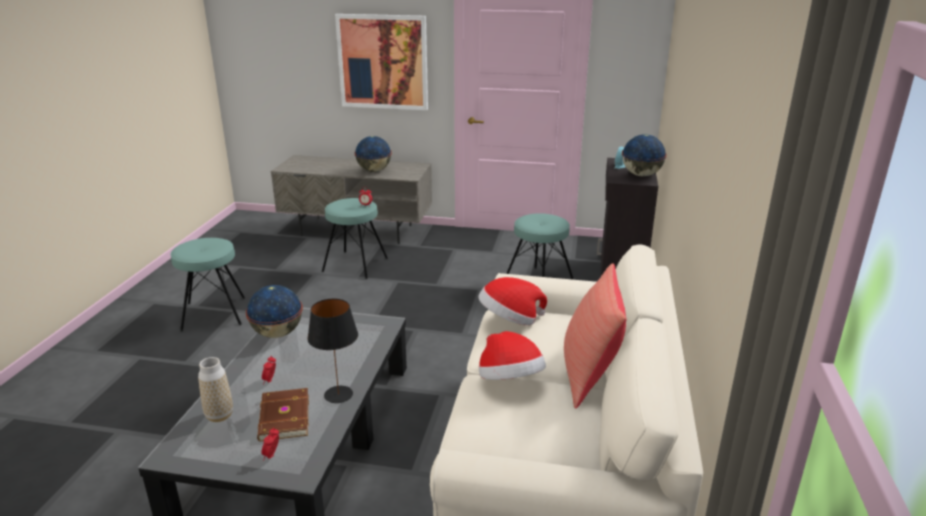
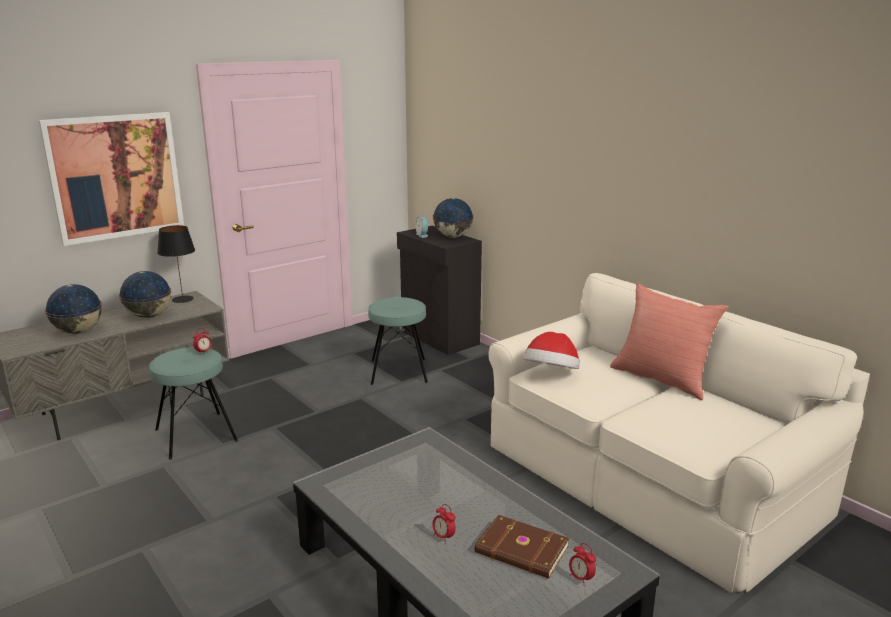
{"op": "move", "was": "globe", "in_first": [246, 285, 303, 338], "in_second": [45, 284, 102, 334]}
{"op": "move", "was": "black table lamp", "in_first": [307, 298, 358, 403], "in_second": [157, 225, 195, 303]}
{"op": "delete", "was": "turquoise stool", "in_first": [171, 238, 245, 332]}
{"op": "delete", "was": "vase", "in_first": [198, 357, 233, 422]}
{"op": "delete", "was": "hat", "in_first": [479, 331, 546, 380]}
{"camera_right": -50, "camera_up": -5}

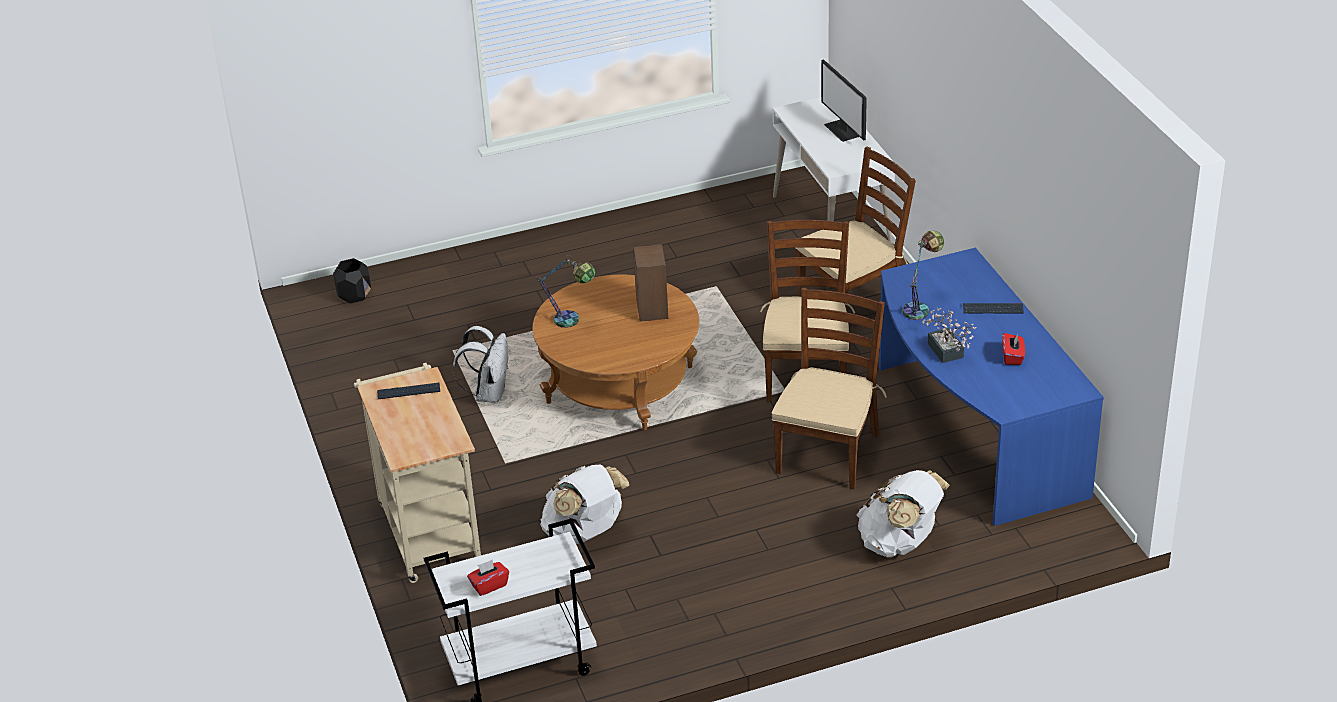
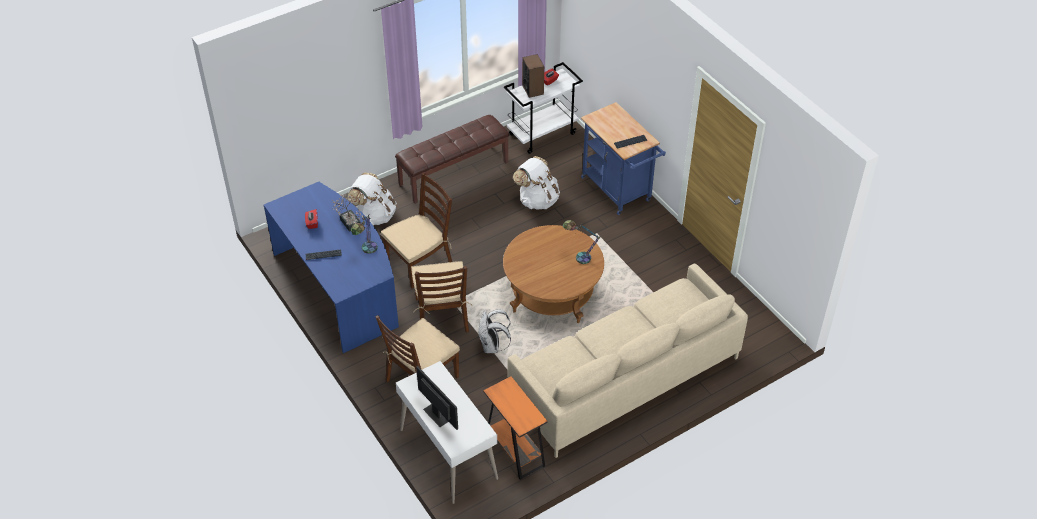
{"op": "rotate", "was": "brown chair", "in_first": [772, 288, 887, 489], "in_second": [381, 173, 452, 289], "clockwise": -135}
{"op": "insert", "now": "brown bench", "in_second": [395, 115, 509, 203]}
{"op": "move", "was": "white backpack", "in_first": [452, 326, 509, 404], "in_second": [478, 309, 511, 353]}
{"op": "insert", "now": "orange side table", "in_second": [483, 376, 548, 480]}
{"op": "insert", "now": "beige sofa", "in_second": [508, 264, 748, 458]}
{"op": "move", "was": "speaker", "in_first": [633, 244, 668, 321], "in_second": [522, 54, 544, 98]}
{"op": "recolor", "was": "beige cart", "now": "blue cart", "in_first": [354, 363, 481, 583], "in_second": [581, 102, 666, 215]}
{"op": "delete", "was": "black planter", "in_first": [333, 258, 371, 303]}
{"camera_right": 165, "camera_up": 10}

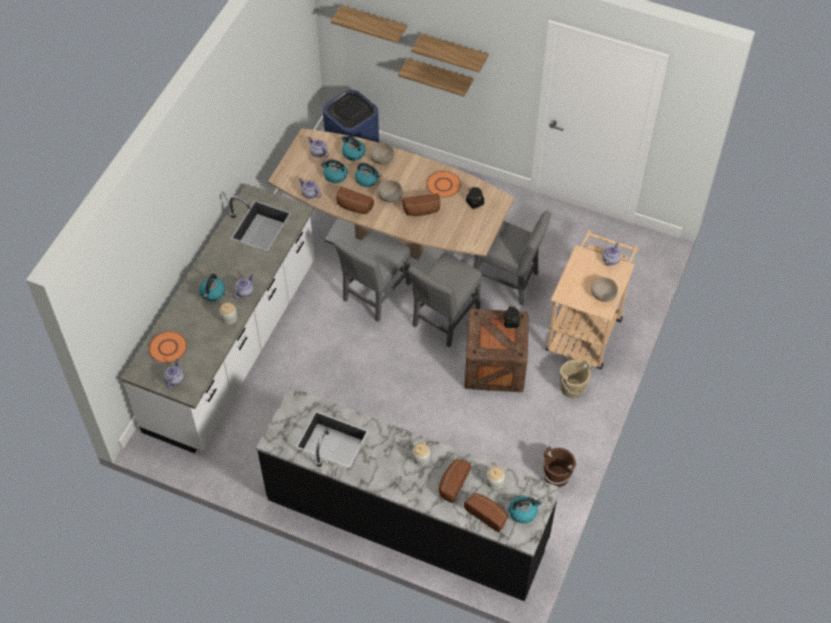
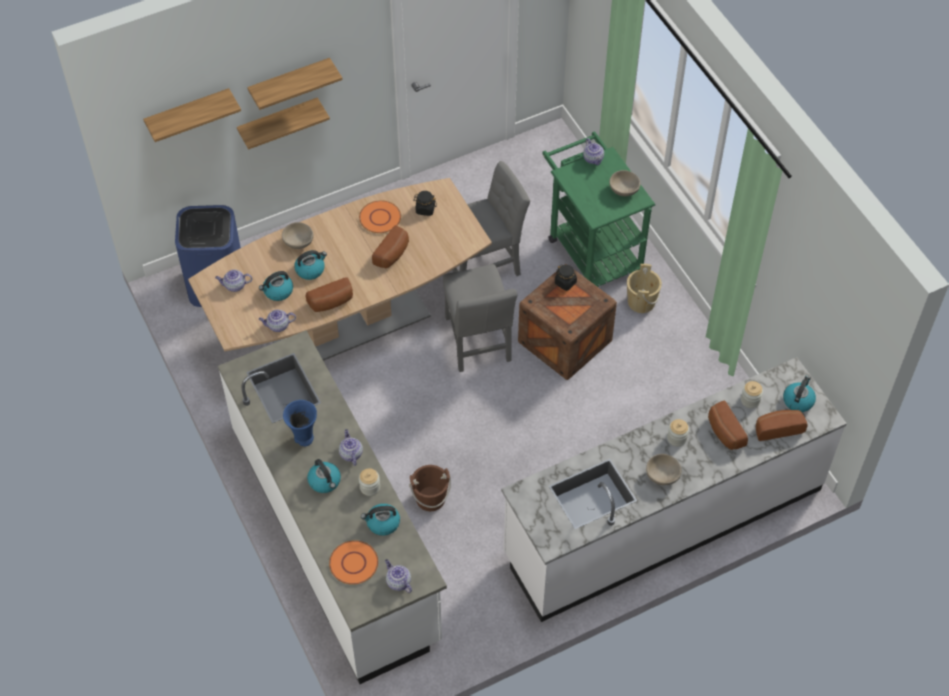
{"op": "insert", "now": "blue vase", "in_second": [283, 400, 317, 446]}
{"op": "move", "was": "kettle", "in_first": [342, 136, 366, 161], "in_second": [361, 504, 400, 536]}
{"op": "move", "was": "brown bucket", "in_first": [542, 446, 577, 487], "in_second": [409, 465, 451, 511]}
{"op": "recolor", "was": "black counter", "now": "white counter", "in_first": [256, 387, 561, 602], "in_second": [501, 357, 847, 622]}
{"op": "recolor", "was": "beige cart", "now": "green cart", "in_first": [546, 230, 638, 369], "in_second": [542, 131, 655, 287]}
{"op": "move", "was": "beige bowl", "in_first": [377, 180, 402, 203], "in_second": [646, 454, 682, 485]}
{"op": "delete", "was": "grey chair", "in_first": [334, 230, 411, 322]}
{"camera_right": -50, "camera_up": 0}

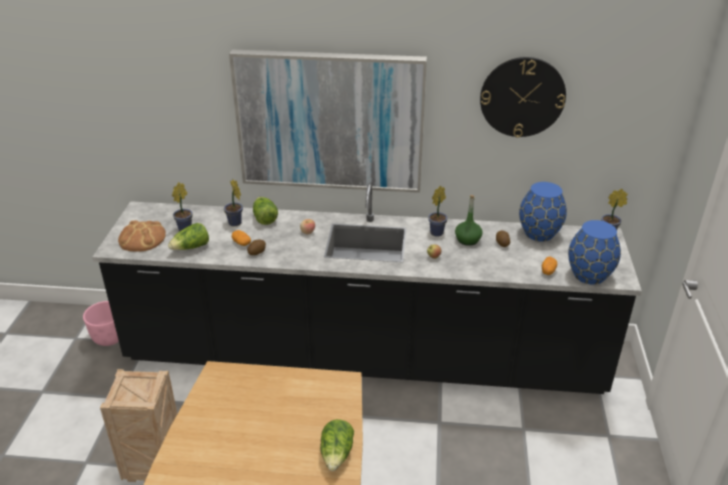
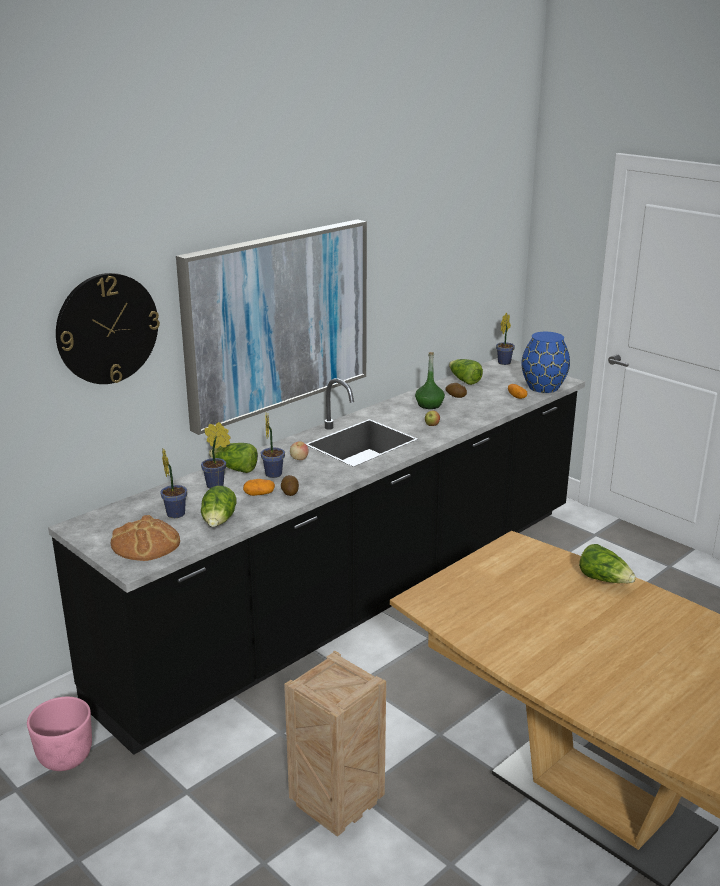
{"op": "move", "was": "wall clock", "in_first": [480, 57, 566, 138], "in_second": [56, 273, 160, 384]}
{"op": "move", "was": "potted plant", "in_first": [428, 185, 448, 237], "in_second": [260, 413, 285, 478]}
{"op": "replace", "was": "blue vase", "now": "lettuce", "in_first": [519, 182, 567, 241], "in_second": [449, 359, 483, 385]}
{"camera_right": -50, "camera_up": -10}

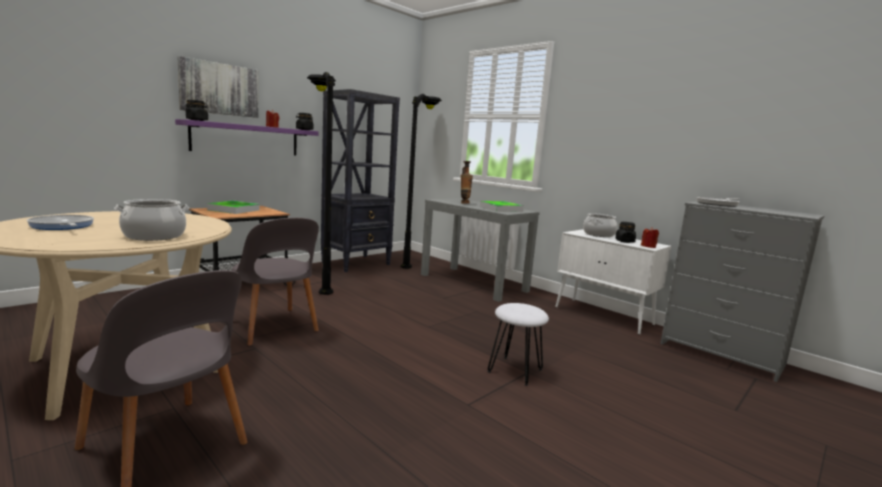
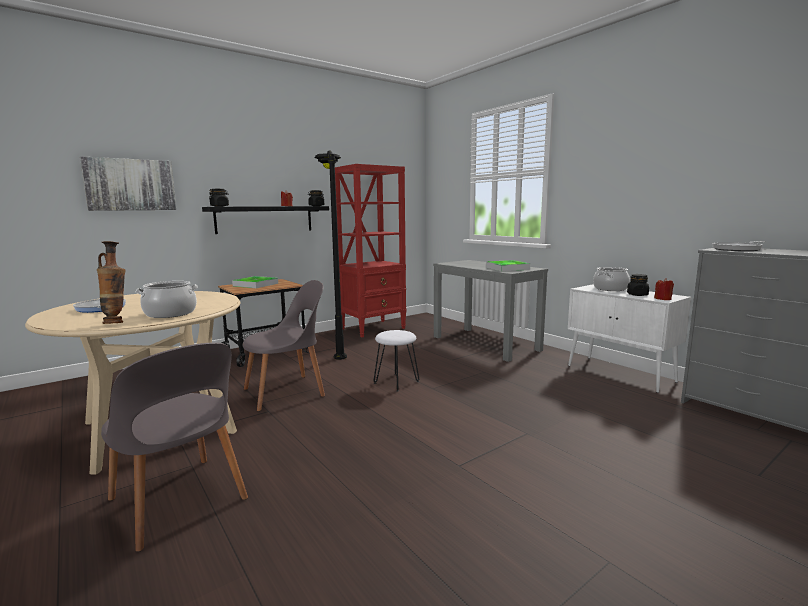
{"op": "move", "was": "picture", "in_first": [178, 56, 259, 118], "in_second": [80, 156, 177, 211]}
{"op": "move", "was": "vase", "in_first": [461, 161, 473, 204], "in_second": [97, 241, 126, 324]}
{"op": "recolor", "was": "purple shelf", "now": "black shelf", "in_first": [175, 119, 318, 156], "in_second": [202, 206, 329, 234]}
{"op": "rotate", "was": "grey chair", "in_first": [232, 218, 319, 346], "in_second": [242, 280, 325, 411], "clockwise": -90}
{"op": "recolor", "was": "black bookcase", "now": "red bookcase", "in_first": [321, 89, 400, 272], "in_second": [335, 164, 406, 337]}
{"op": "move", "was": "white stool", "in_first": [488, 303, 549, 386], "in_second": [374, 330, 419, 392]}
{"op": "delete", "was": "black floor lamp", "in_first": [401, 94, 442, 269]}
{"camera_right": 10, "camera_up": 0}

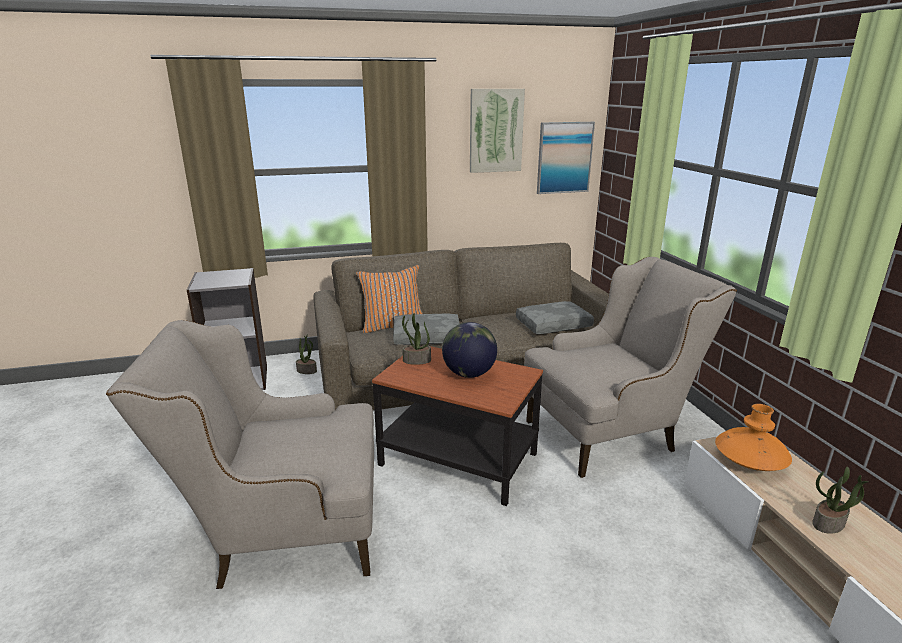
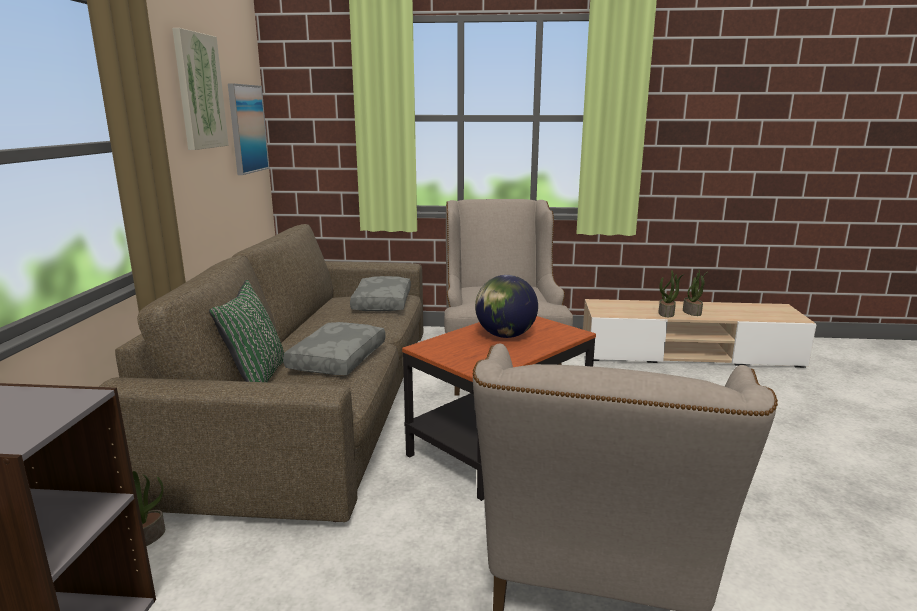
{"op": "recolor", "was": "orange pillow", "now": "green pillow", "in_first": [356, 265, 423, 333], "in_second": [209, 280, 285, 382]}
{"op": "move", "was": "potted plant", "in_first": [402, 313, 431, 365], "in_second": [658, 270, 684, 317]}
{"op": "delete", "was": "orange vase", "in_first": [715, 404, 792, 471]}
{"camera_right": -70, "camera_up": -5}

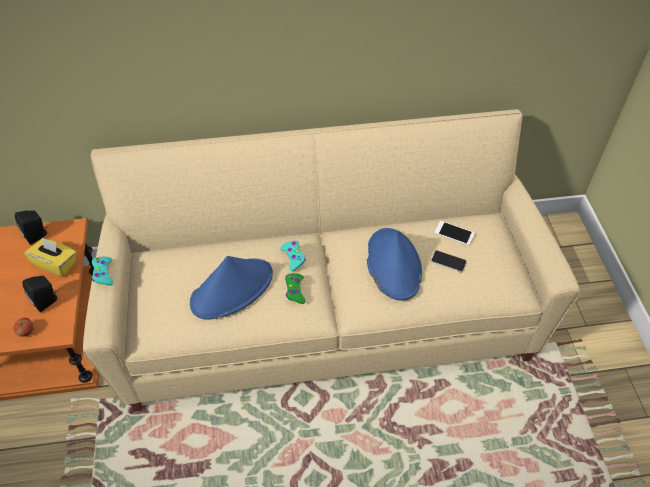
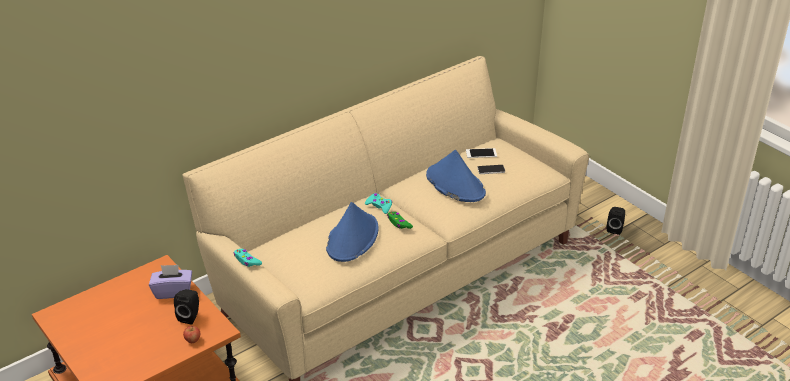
{"op": "recolor", "was": "yellow tissue box", "now": "purple tissue box", "in_first": [24, 237, 76, 277], "in_second": [149, 265, 192, 299]}
{"op": "move", "was": "black speaker", "in_first": [15, 210, 47, 245], "in_second": [606, 207, 625, 235]}
{"camera_right": -30, "camera_up": -15}

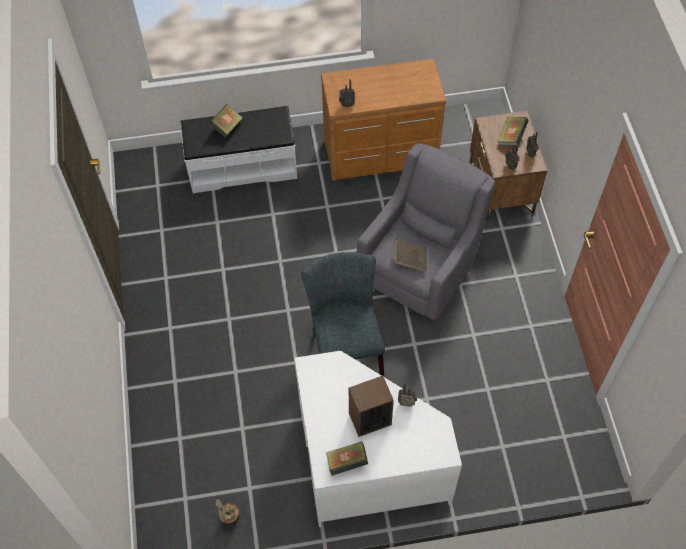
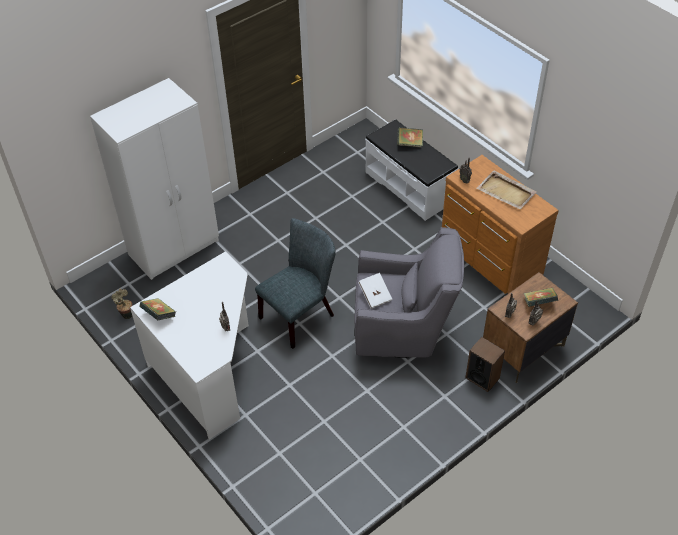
{"op": "insert", "now": "white wardrobe", "in_second": [90, 78, 219, 280]}
{"op": "recolor", "was": "brown book", "now": "white book", "in_first": [394, 239, 427, 272], "in_second": [358, 273, 393, 309]}
{"op": "move", "was": "speaker", "in_first": [349, 376, 394, 437], "in_second": [465, 337, 505, 392]}
{"op": "insert", "now": "beige tray", "in_second": [476, 170, 537, 210]}
{"camera_right": 60, "camera_up": -10}

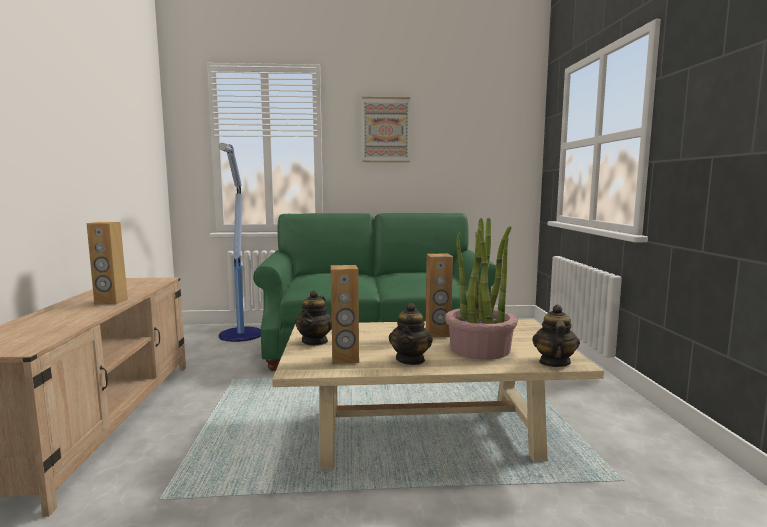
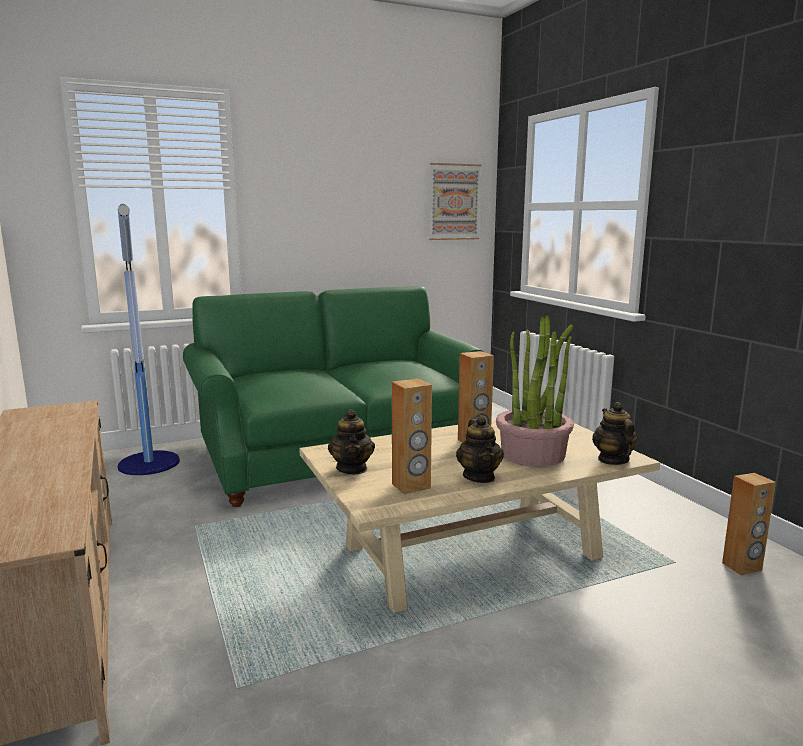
{"op": "move", "was": "picture", "in_first": [362, 97, 410, 162], "in_second": [429, 163, 481, 240]}
{"op": "move", "was": "brown speaker", "in_first": [87, 222, 128, 304], "in_second": [722, 473, 776, 575]}
{"camera_right": -20, "camera_up": 5}

